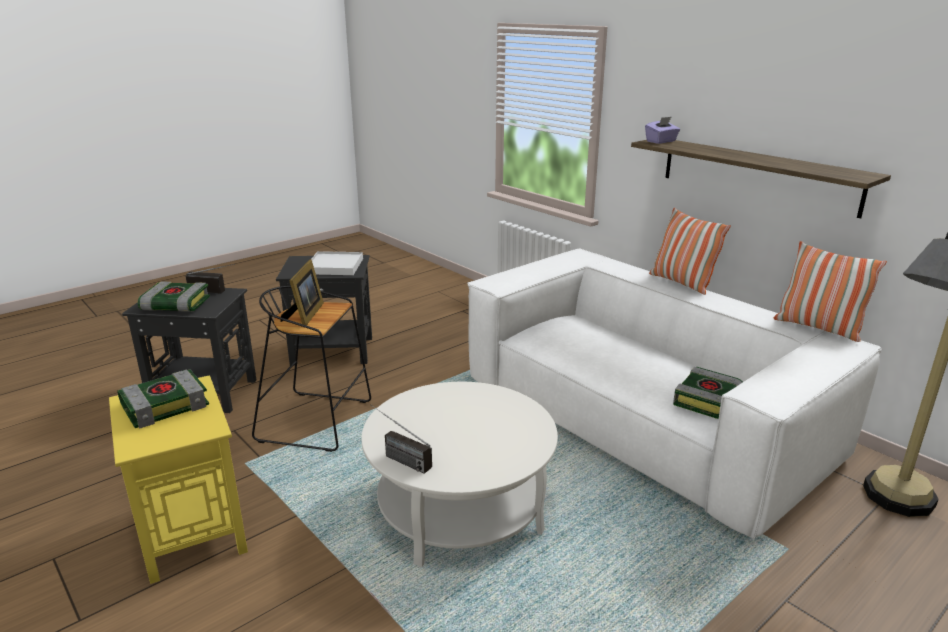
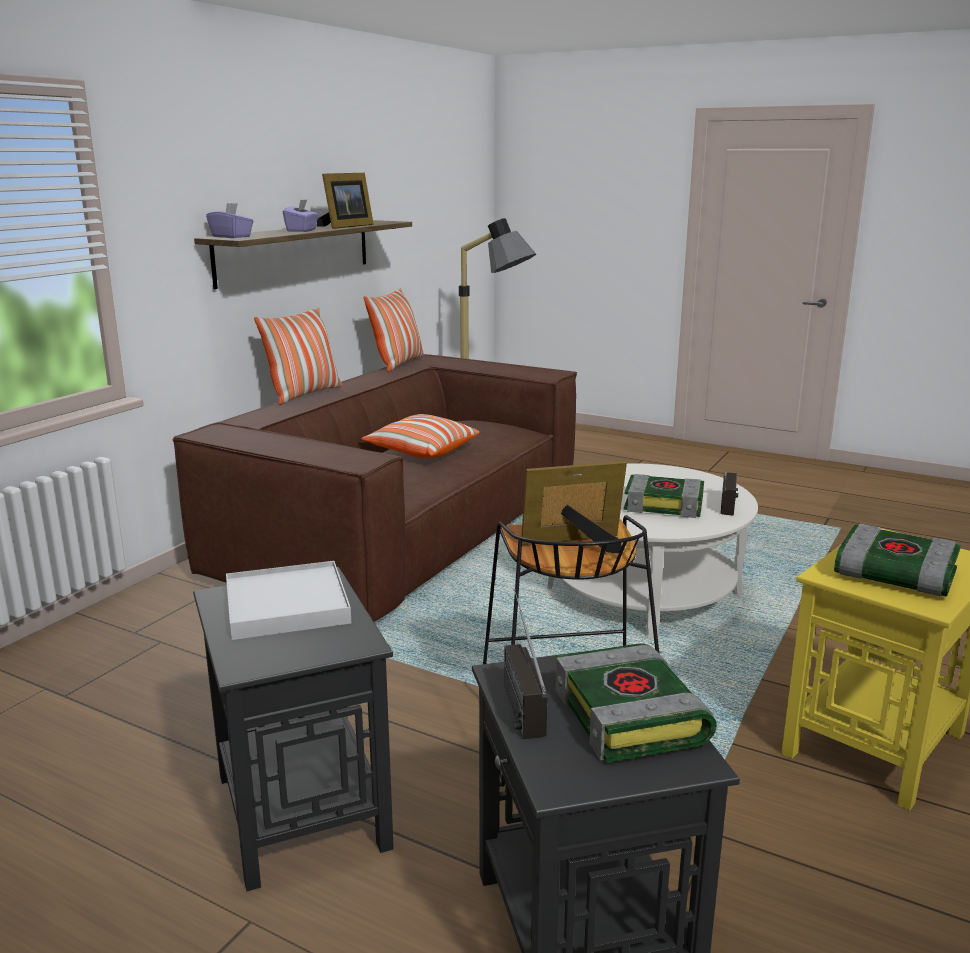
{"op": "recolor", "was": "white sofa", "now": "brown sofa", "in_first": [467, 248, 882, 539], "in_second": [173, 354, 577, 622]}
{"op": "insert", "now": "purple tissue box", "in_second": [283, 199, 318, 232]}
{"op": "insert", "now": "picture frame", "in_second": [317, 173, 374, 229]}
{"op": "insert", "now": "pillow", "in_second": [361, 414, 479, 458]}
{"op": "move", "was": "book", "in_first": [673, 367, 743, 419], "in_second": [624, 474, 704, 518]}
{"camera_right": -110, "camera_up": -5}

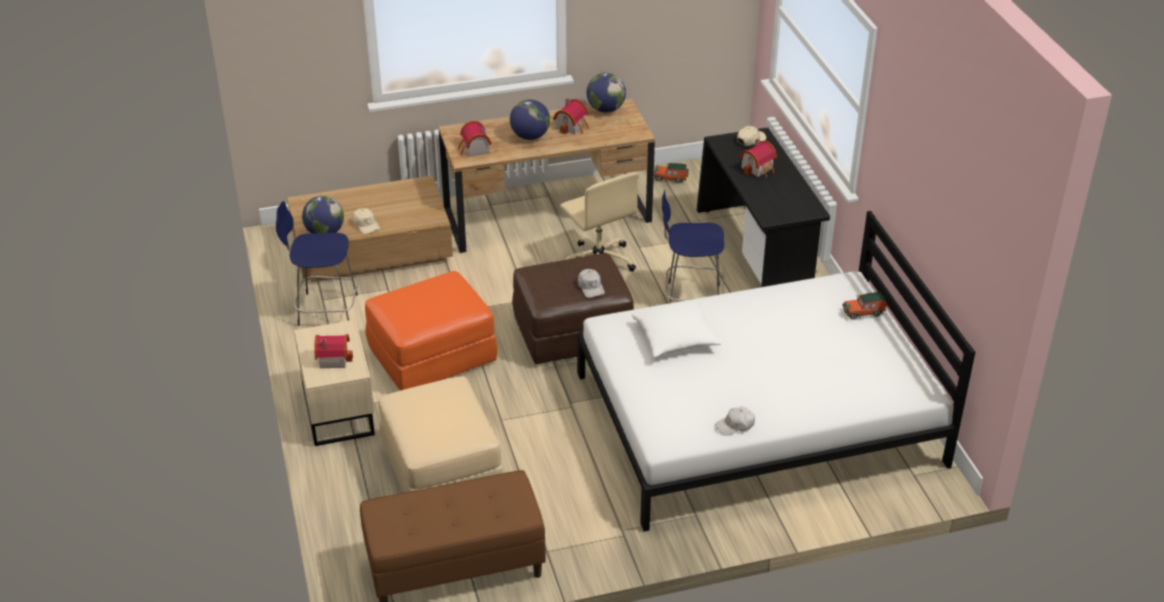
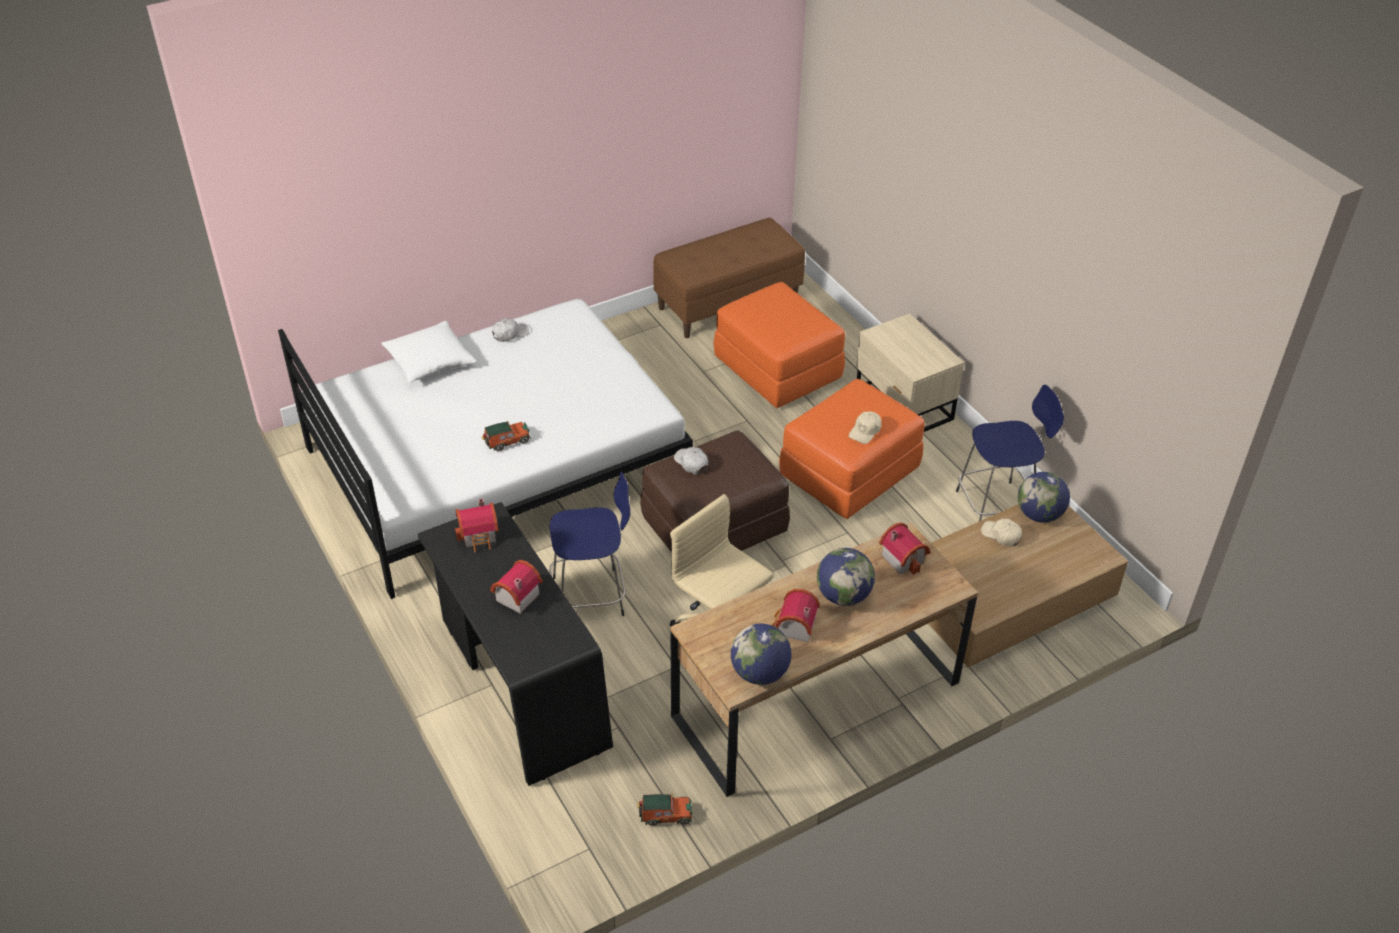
{"op": "move", "was": "white pillow", "in_first": [632, 299, 722, 358], "in_second": [381, 321, 477, 383]}
{"op": "move", "was": "toy house", "in_first": [314, 334, 353, 368], "in_second": [455, 498, 499, 552]}
{"op": "move", "was": "toy car", "in_first": [843, 292, 888, 320], "in_second": [482, 421, 531, 451]}
{"op": "recolor", "was": "beige ottoman", "now": "orange ottoman", "in_first": [379, 376, 503, 493], "in_second": [714, 282, 845, 408]}
{"op": "move", "was": "beige cap", "in_first": [737, 126, 766, 146], "in_second": [849, 411, 882, 444]}
{"camera_right": 165, "camera_up": 5}

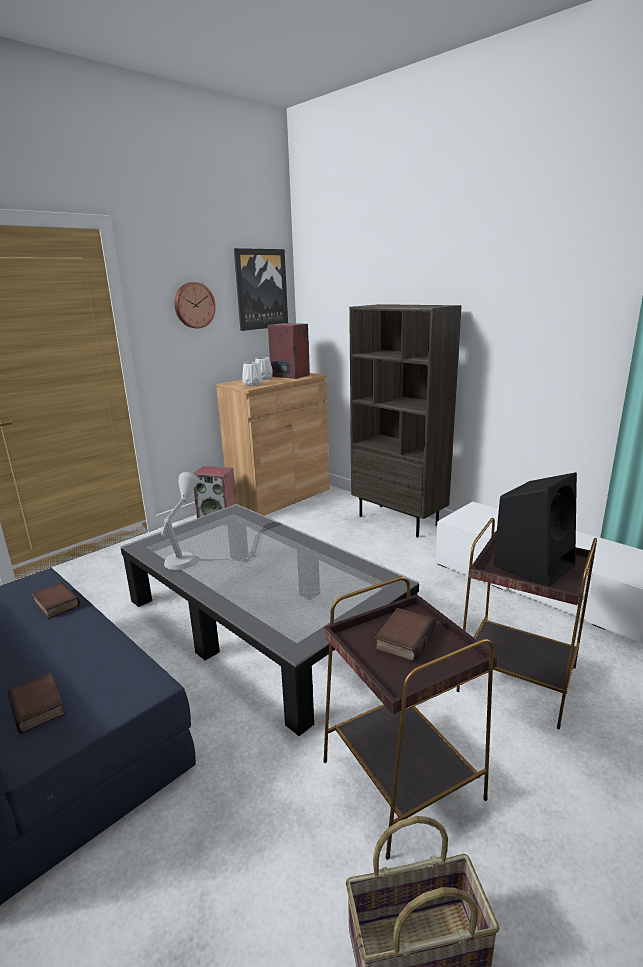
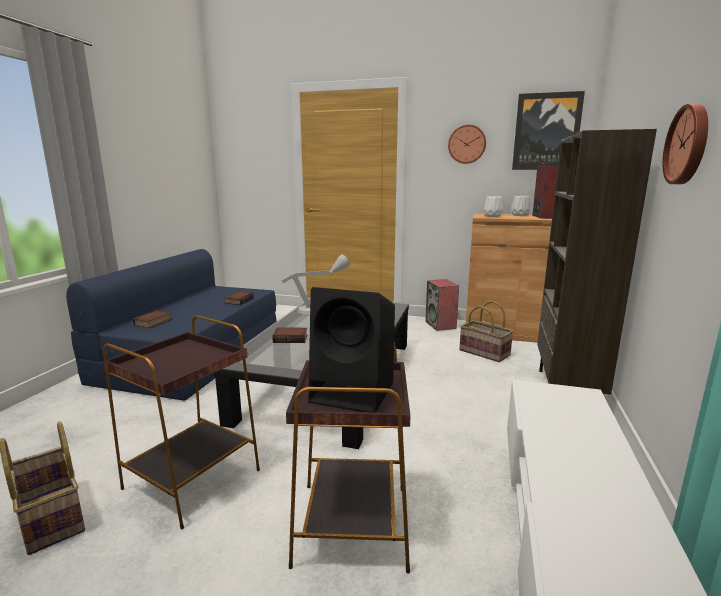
{"op": "move", "was": "book", "in_first": [375, 608, 436, 663], "in_second": [272, 328, 308, 343]}
{"op": "insert", "now": "basket", "in_second": [459, 301, 514, 362]}
{"op": "insert", "now": "wall clock", "in_second": [663, 104, 708, 184]}
{"camera_right": 60, "camera_up": -5}

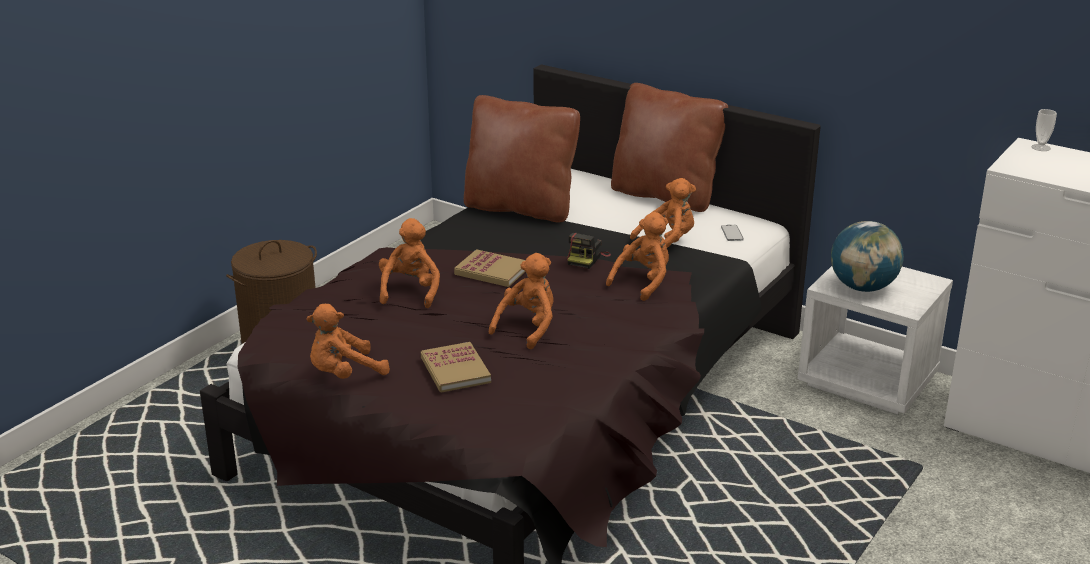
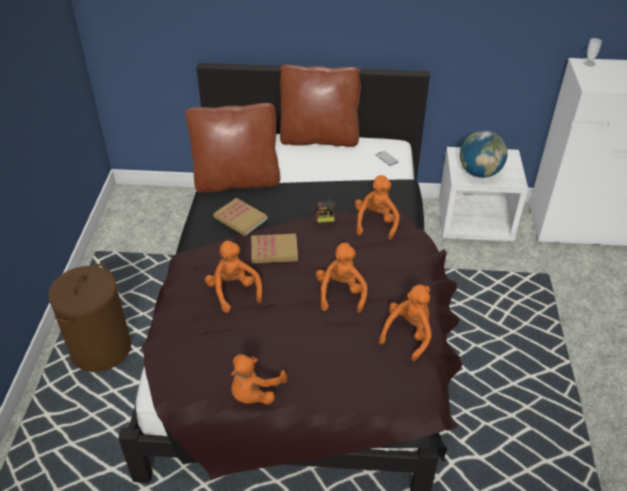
{"op": "move", "was": "book", "in_first": [421, 342, 491, 392], "in_second": [213, 198, 268, 236]}
{"op": "move", "was": "orange plush toy", "in_first": [630, 178, 696, 248], "in_second": [379, 285, 432, 361]}
{"camera_right": -30, "camera_up": 15}

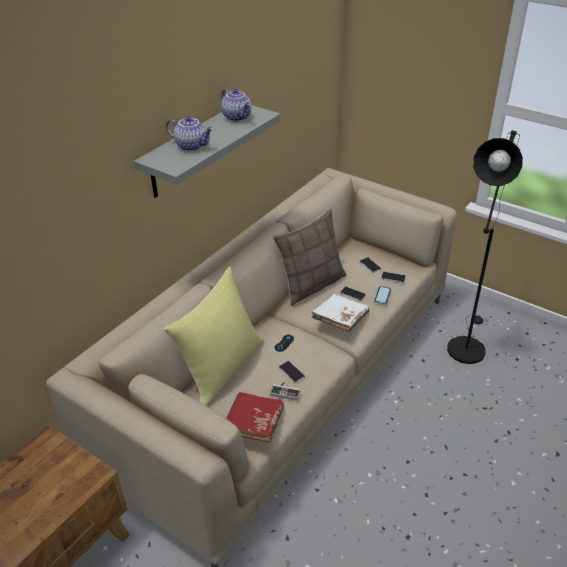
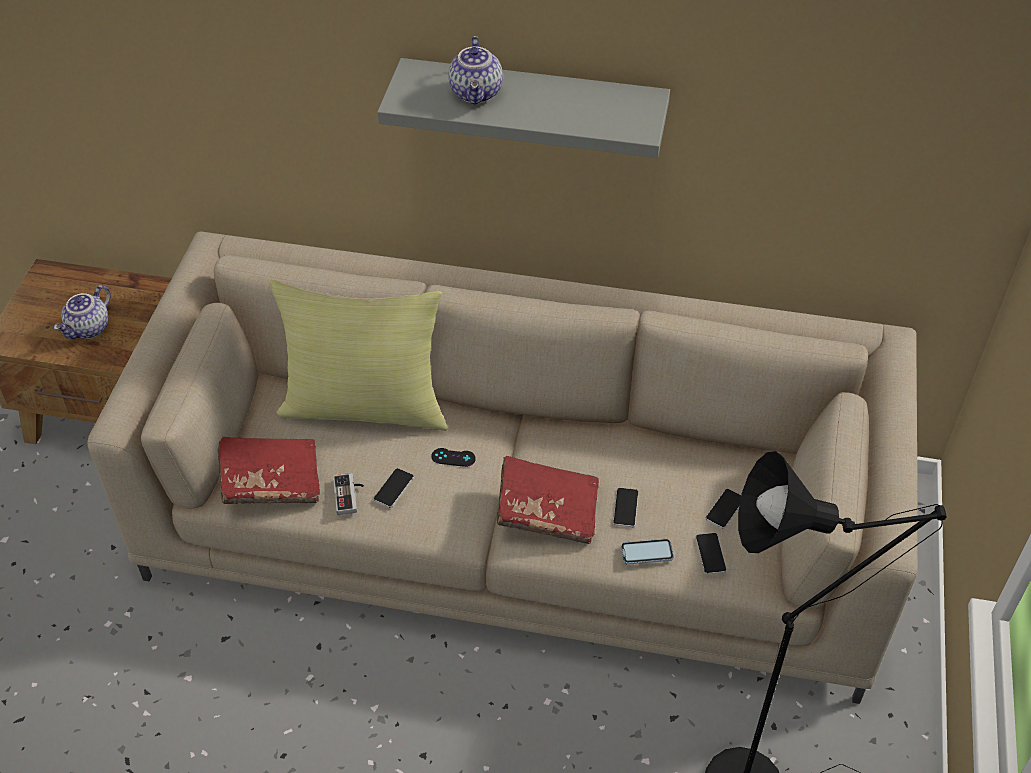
{"op": "move", "was": "teapot", "in_first": [221, 88, 251, 122], "in_second": [54, 285, 111, 339]}
{"op": "recolor", "was": "white book", "now": "red book", "in_first": [311, 294, 369, 332], "in_second": [497, 456, 599, 544]}
{"op": "delete", "was": "pillow", "in_first": [273, 209, 346, 306]}
{"camera_right": 65, "camera_up": 10}

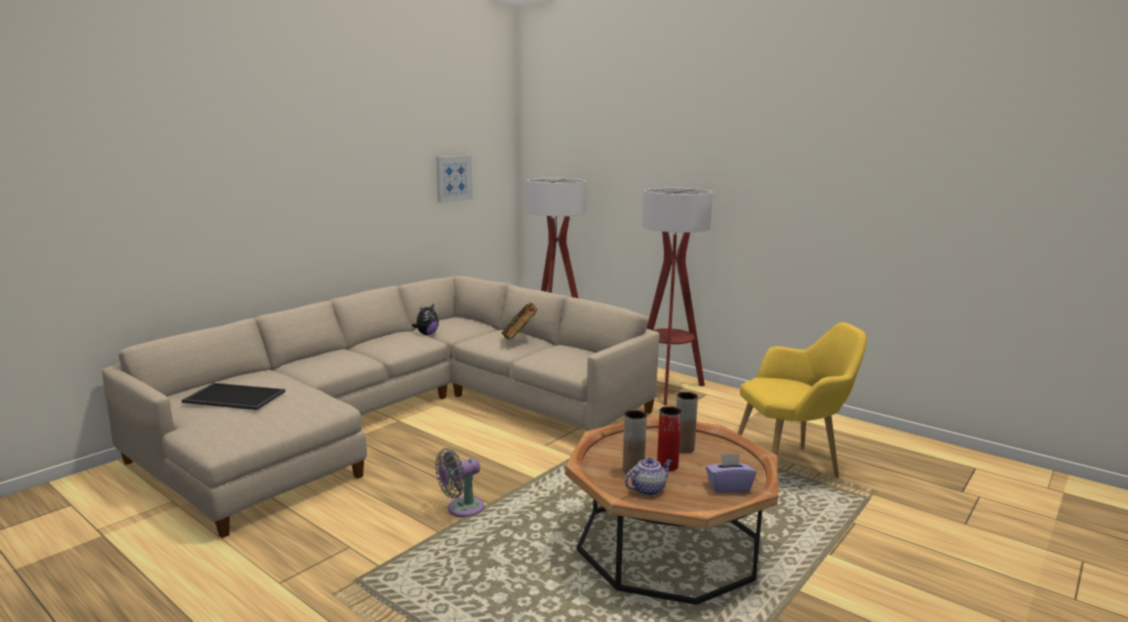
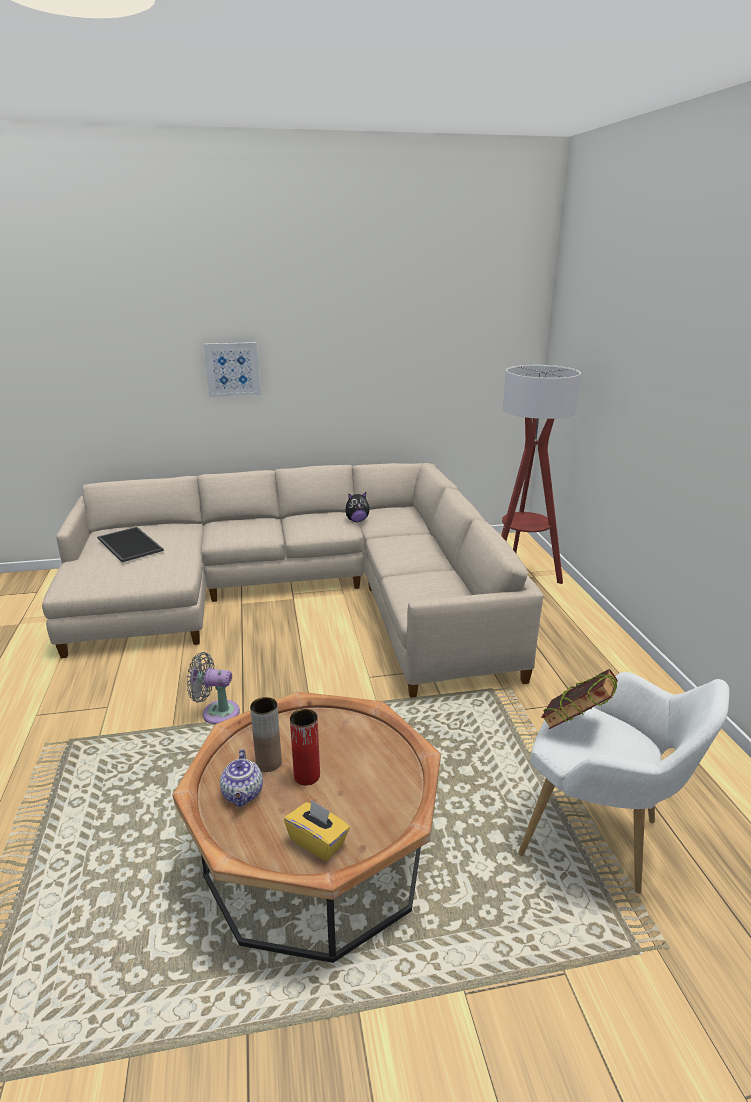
{"op": "move", "was": "picture", "in_first": [436, 155, 473, 203], "in_second": [204, 342, 260, 397]}
{"op": "rotate", "was": "teapot", "in_first": [625, 458, 672, 496], "in_second": [220, 749, 263, 807], "clockwise": 75}
{"op": "recolor", "was": "purple tissue box", "now": "yellow tissue box", "in_first": [706, 454, 756, 493], "in_second": [284, 799, 350, 861]}
{"op": "recolor", "was": "yellow armchair", "now": "white armchair", "in_first": [737, 322, 867, 478], "in_second": [518, 672, 729, 894]}
{"op": "move", "was": "book", "in_first": [502, 303, 538, 340], "in_second": [541, 669, 618, 729]}
{"op": "delete", "was": "floor lamp", "in_first": [642, 187, 713, 405]}
{"op": "delete", "was": "brown vase", "in_first": [676, 392, 698, 453]}
{"camera_right": 40, "camera_up": 10}

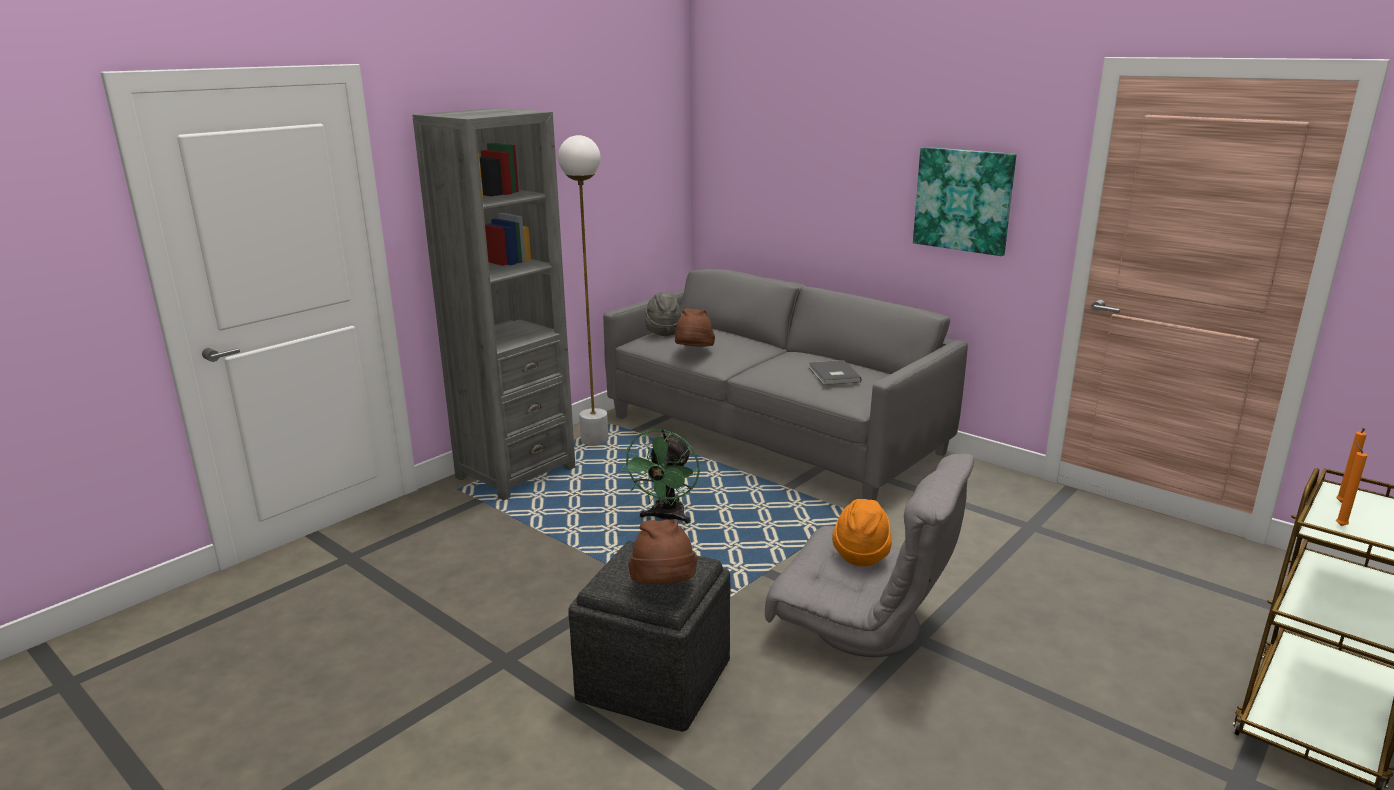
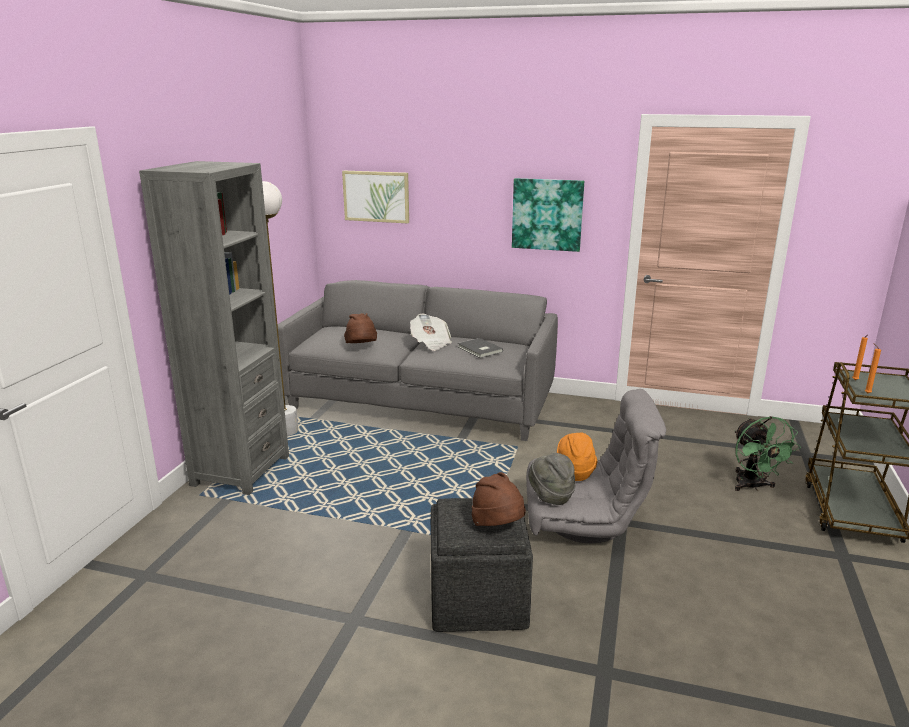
{"op": "insert", "now": "picture", "in_second": [342, 171, 409, 224]}
{"op": "insert", "now": "newspaper", "in_second": [410, 314, 452, 351]}
{"op": "move", "was": "grey hat", "in_first": [645, 292, 682, 336], "in_second": [528, 453, 575, 505]}
{"op": "move", "was": "green fan", "in_first": [621, 429, 700, 524], "in_second": [735, 416, 801, 491]}
{"camera_right": -25, "camera_up": 0}

